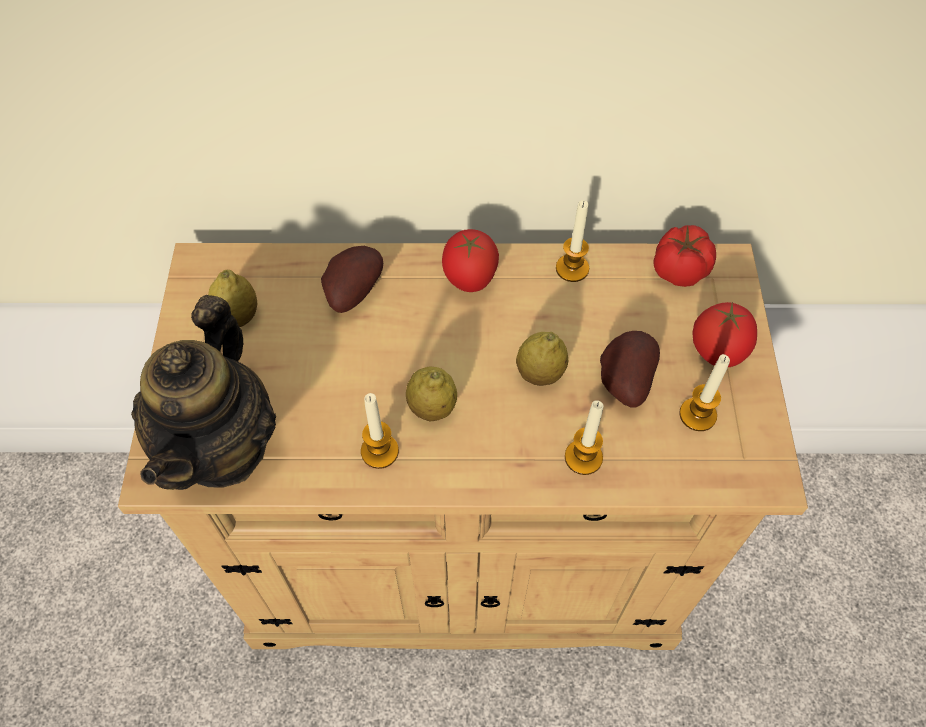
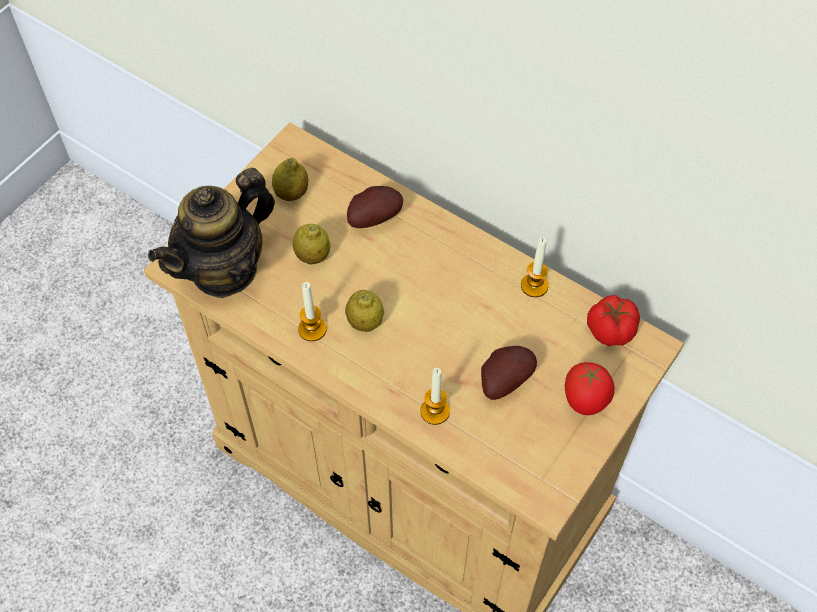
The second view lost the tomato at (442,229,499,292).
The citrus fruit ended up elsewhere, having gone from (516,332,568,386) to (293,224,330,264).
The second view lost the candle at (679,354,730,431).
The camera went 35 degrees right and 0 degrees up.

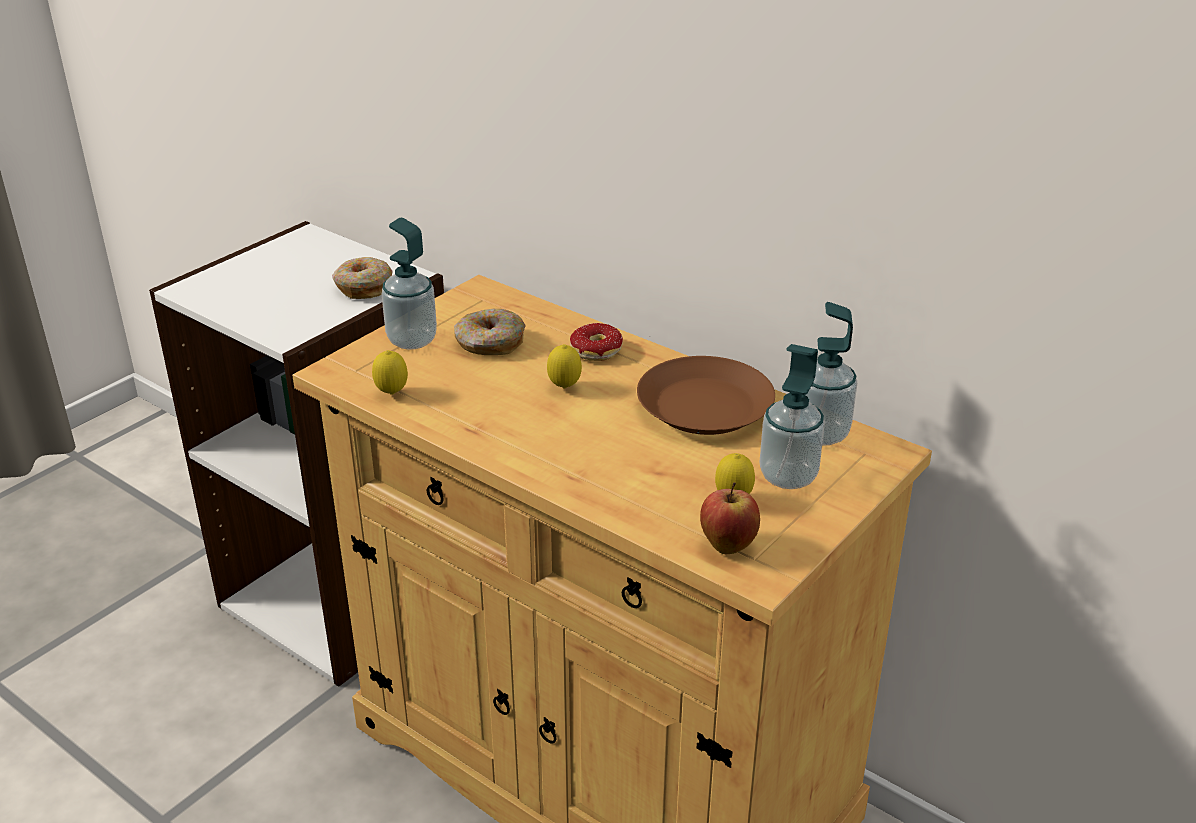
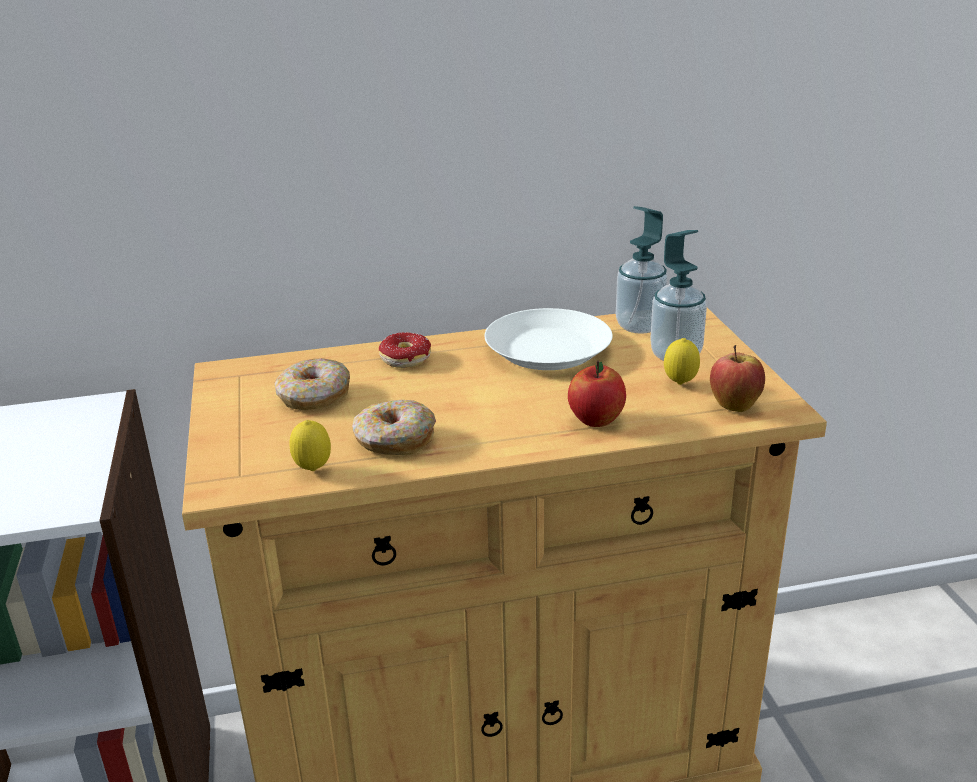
The second view lost the soap dispenser at (381,218,437,350).
The ring doughnut ended up elsewhere, having gone from (332,257,392,299) to (352,400,436,455).
The second view lost the citrus fruit at (547,344,582,389).
What was the brownish flat dish at (637,356,775,435) turned into the white-coloured flat dish at (485,308,613,370).
The second view gained the apple at (568,361,626,427).
The camera went 50 degrees left and 5 degrees down.

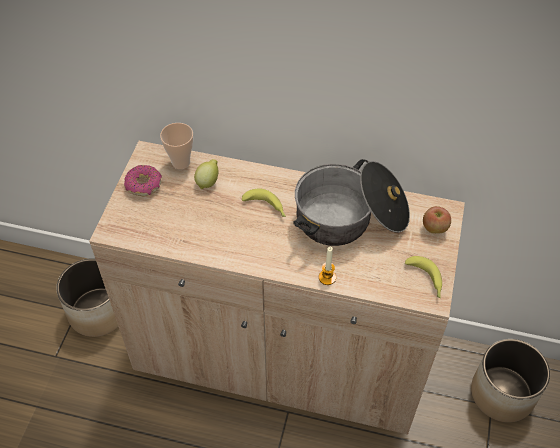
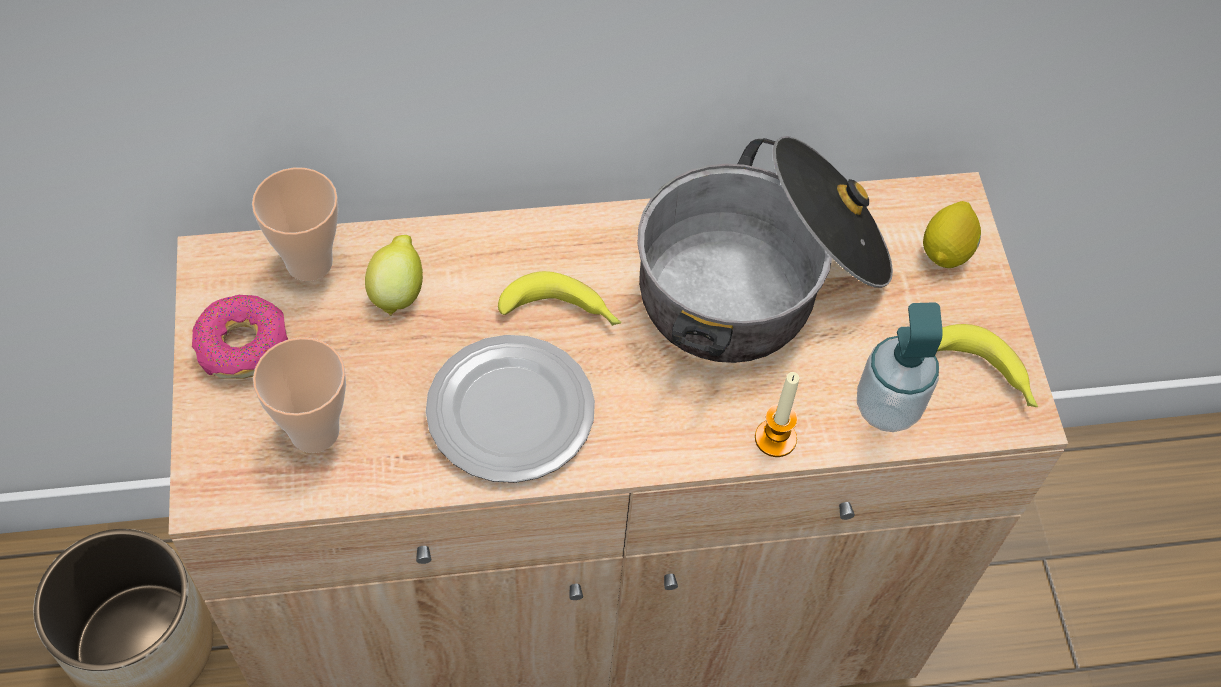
Where the apple stood at (423,206,451,234), the citrus fruit came to stand at (923,201,981,268).
The second view lost the flower pot at (471,339,550,423).
The second view gained the soap dispenser at (857,302,943,432).
The second view gained the flat dish at (426,335,595,483).
The second view gained the drinking cup at (253,337,346,453).
The camera went 25 degrees left and 5 degrees up.

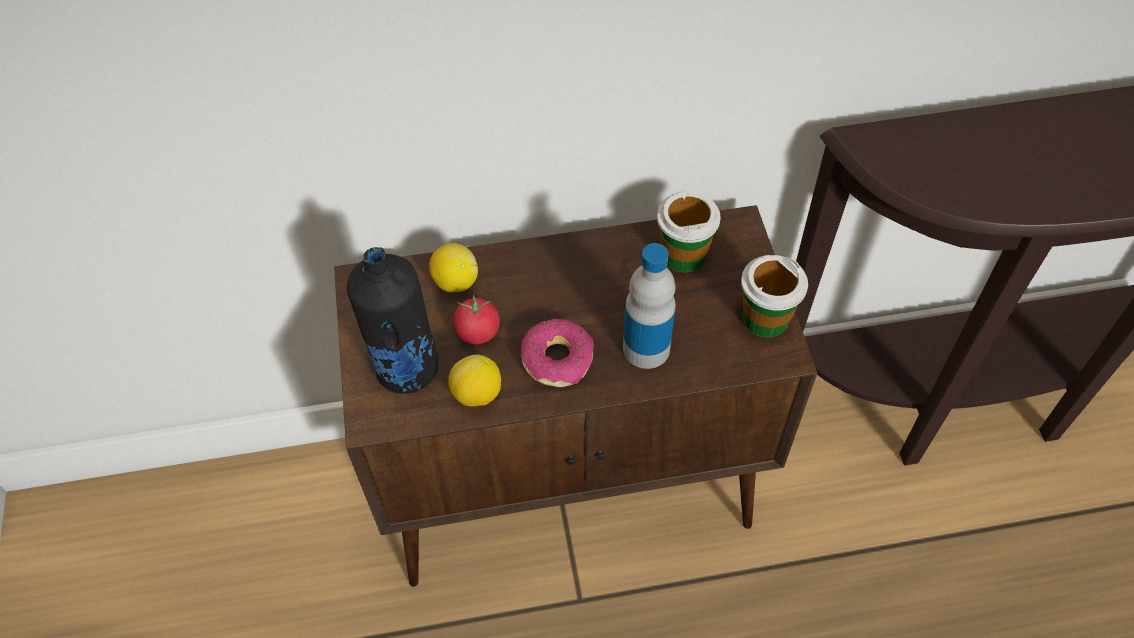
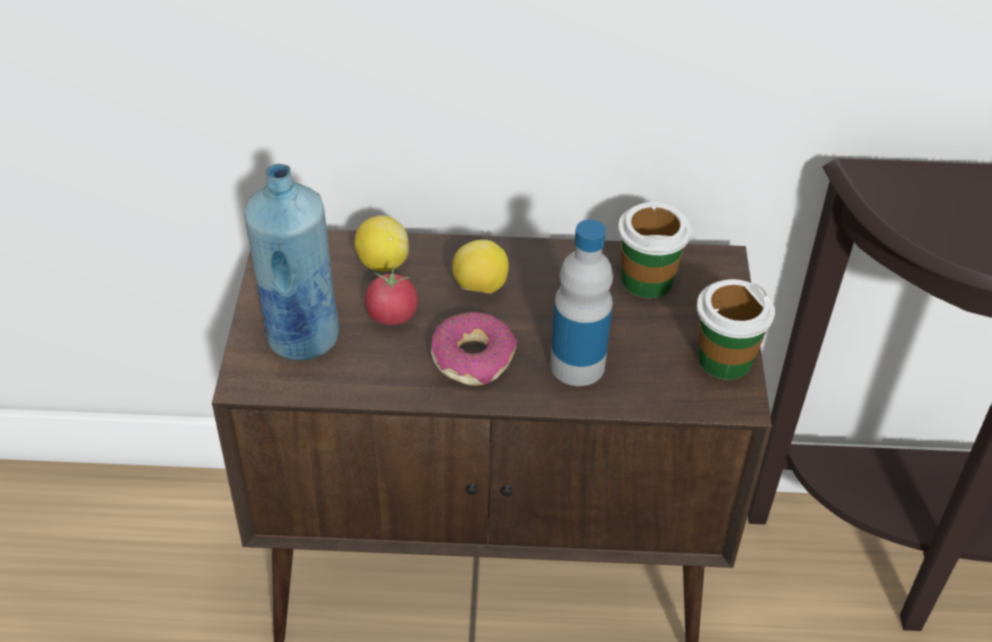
What was the black-coloured bottle at (347,247,438,394) turned into the bluish bottle at (244,164,339,361).
The citrus fruit ended up elsewhere, having gone from (448,355,501,406) to (452,240,509,294).
The camera went 10 degrees right and 10 degrees down.

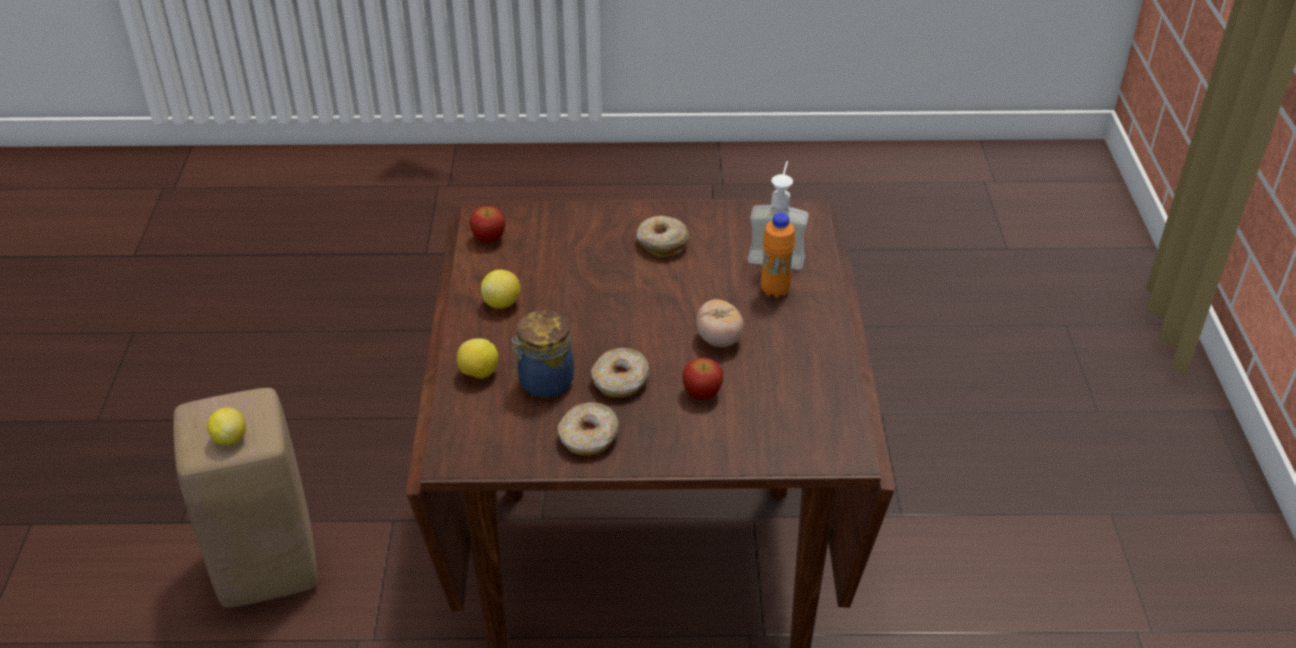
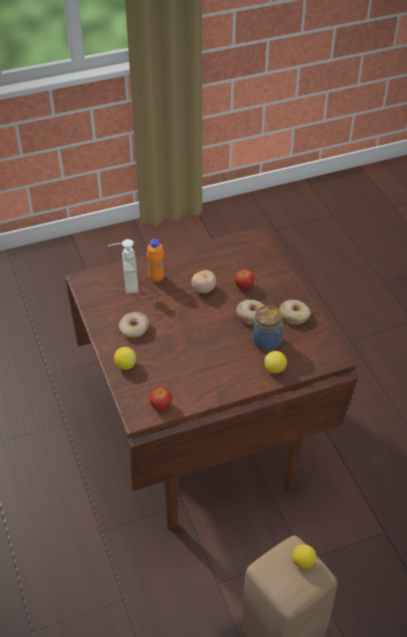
The citrus fruit ended up elsewhere, having gone from (481,270,521,309) to (114,347,136,370).
The camera went 110 degrees left and 5 degrees up.

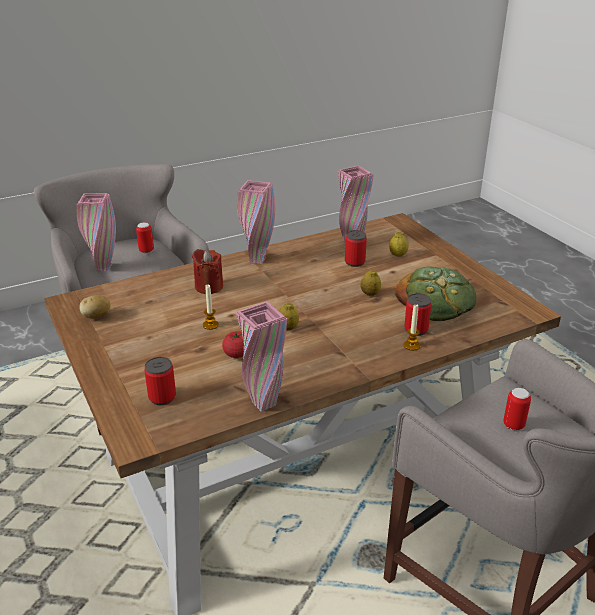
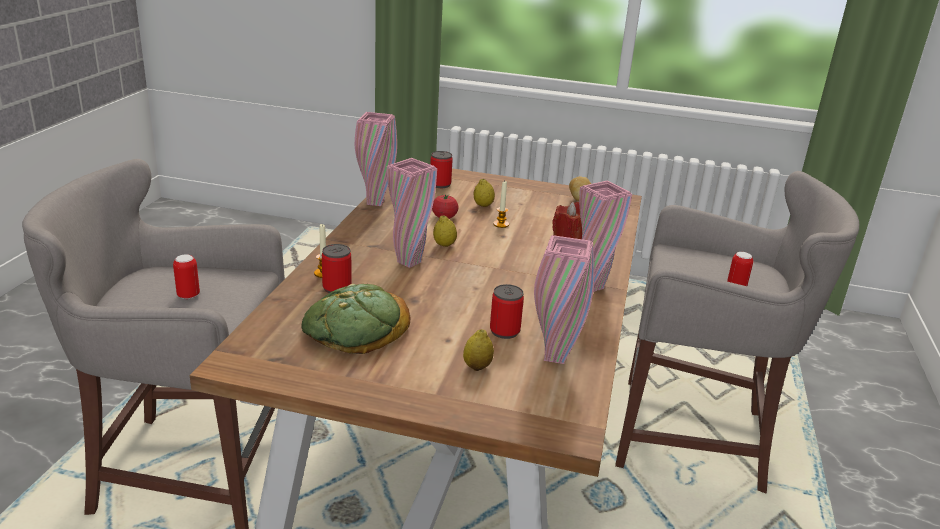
The pinkish flower vase ended up elsewhere, having gone from (76,193,116,272) to (387,158,437,268).
The citrus fruit ended up elsewhere, having gone from (361,270,381,296) to (473,179,495,207).
The camera went 130 degrees right and 5 degrees down.

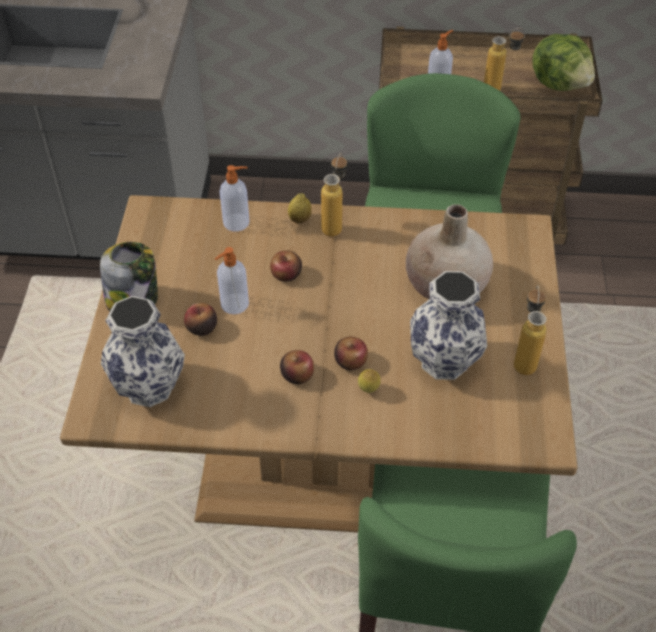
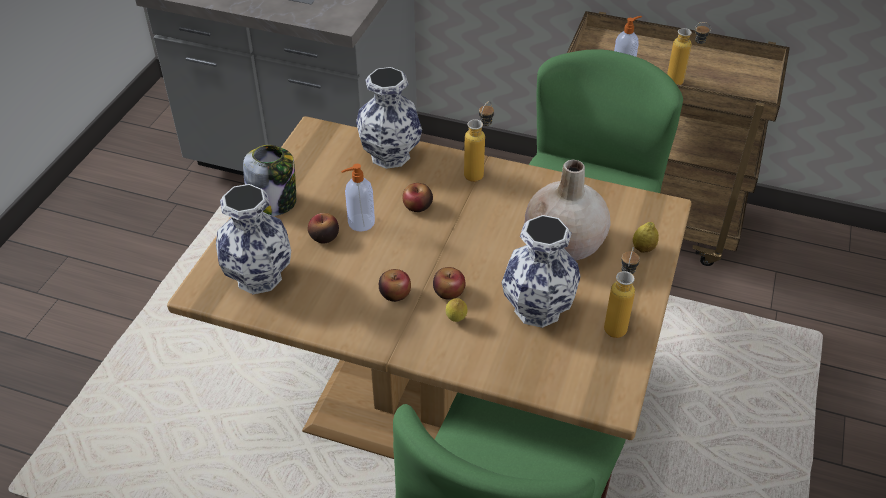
The second view lost the head of lettuce at (532,34,595,91).
Where the soap dispenser stood at (220,165,249,232), the flower vase came to stand at (356,67,422,169).
The citrus fruit ended up elsewhere, having gone from (288,193,312,224) to (633,222,659,253).
The camera went 15 degrees right and 5 degrees down.

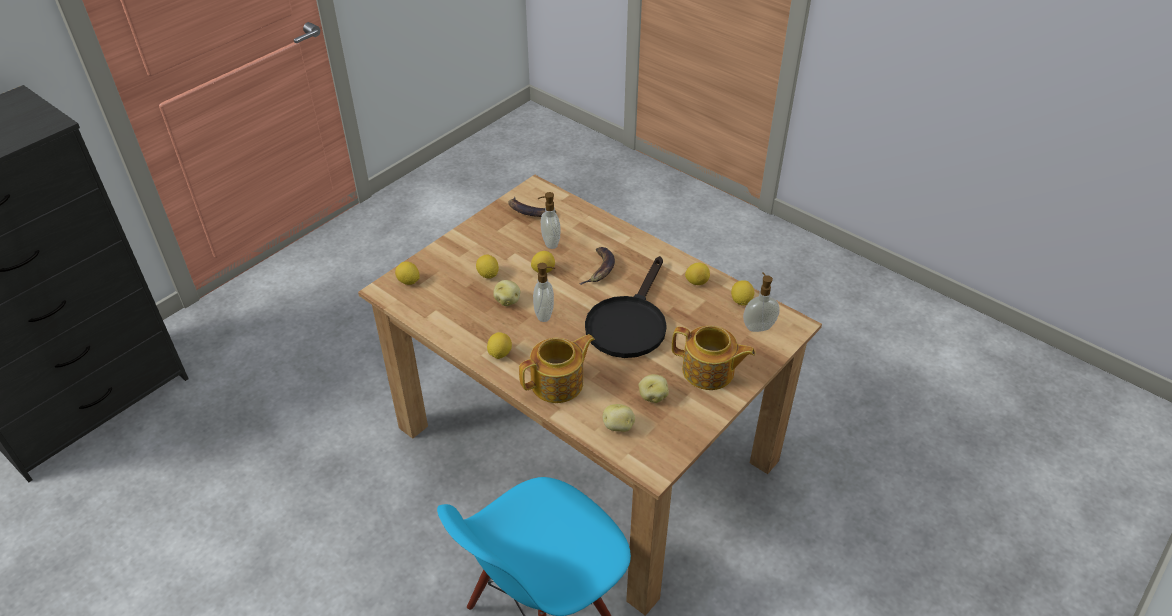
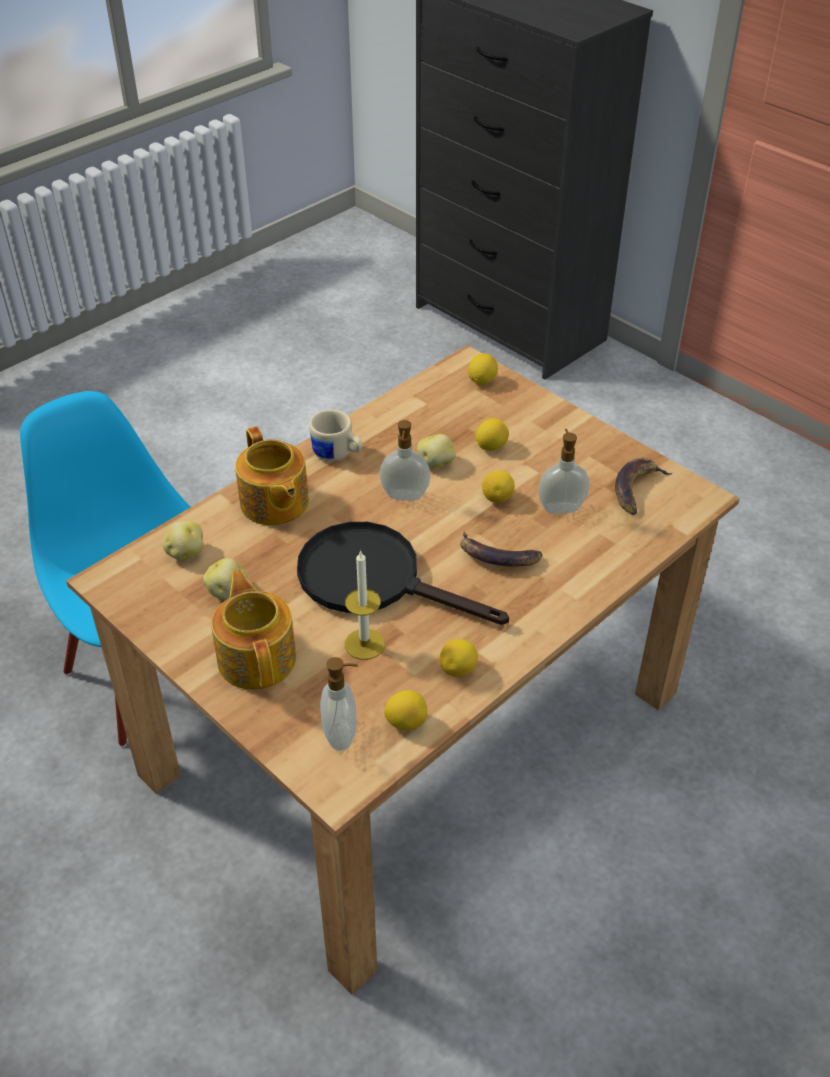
The teapot at (672,326,756,390) ended up facing another way, 135 degrees clockwise from before.
Where the citrus fruit stood at (487,332,512,359), the sand-coloured tea mug came to stand at (309,410,362,462).
The second view gained the candle at (345,550,385,660).
The camera went 95 degrees right and 0 degrees up.

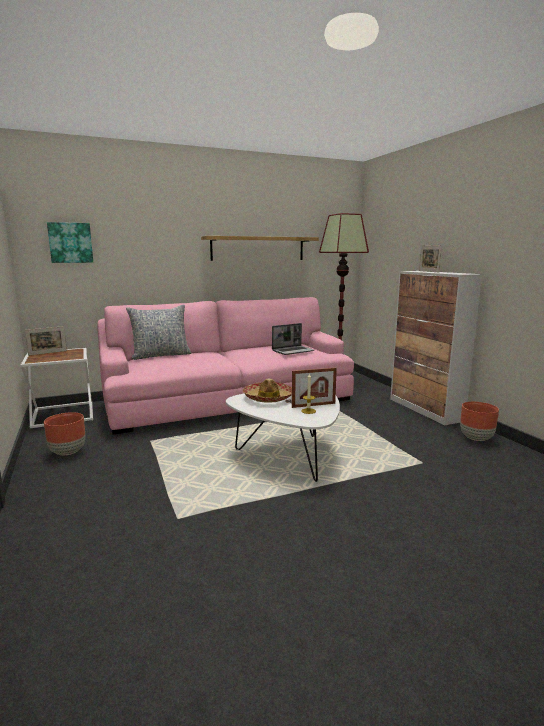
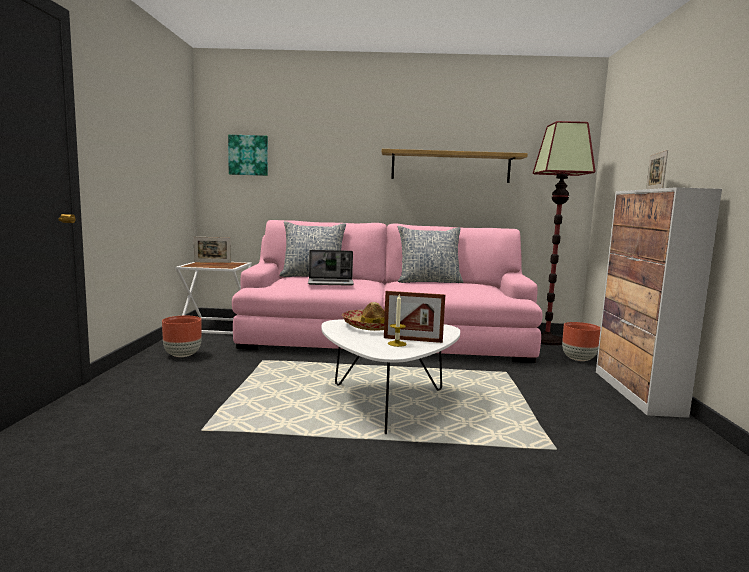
The notebook computer ended up elsewhere, having gone from (272,323,314,355) to (308,250,354,286).
The brownish flower pot ended up elsewhere, having gone from (460,402,499,441) to (562,322,601,361).
The second view gained the pillow at (398,226,463,283).
The camera went 25 degrees right and 5 degrees down.

